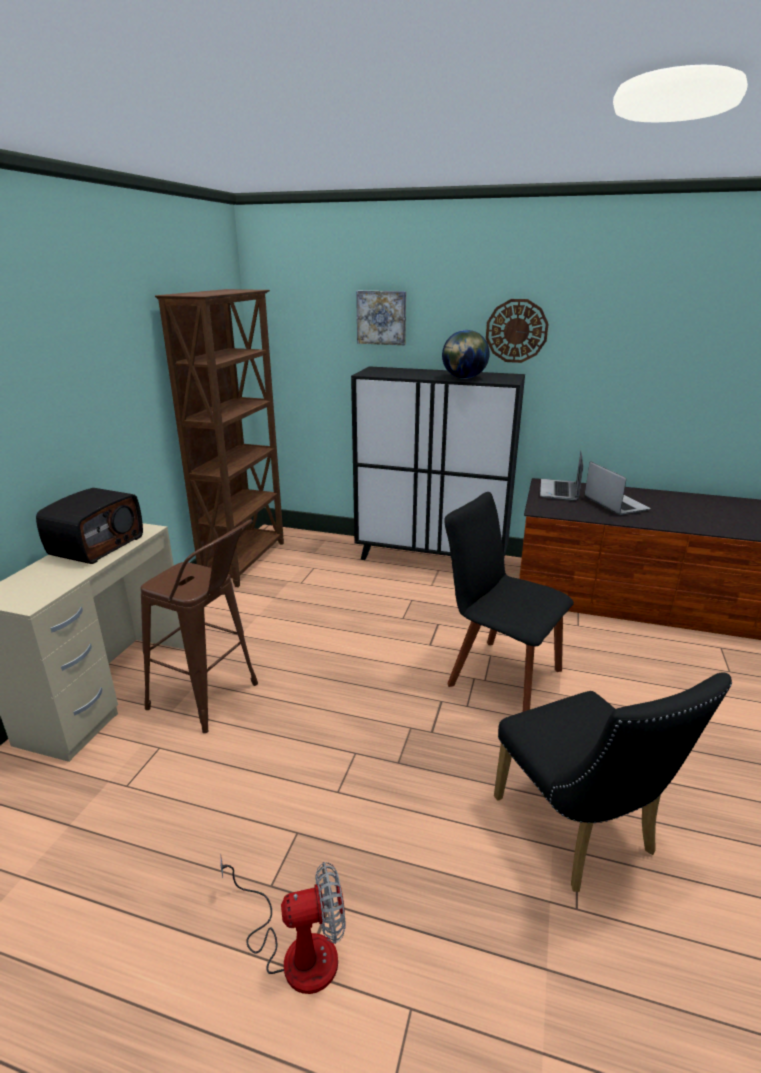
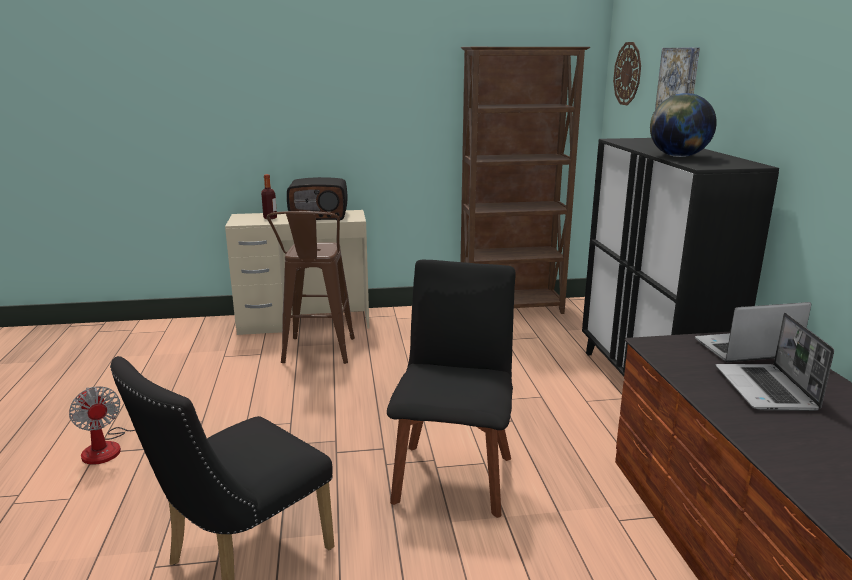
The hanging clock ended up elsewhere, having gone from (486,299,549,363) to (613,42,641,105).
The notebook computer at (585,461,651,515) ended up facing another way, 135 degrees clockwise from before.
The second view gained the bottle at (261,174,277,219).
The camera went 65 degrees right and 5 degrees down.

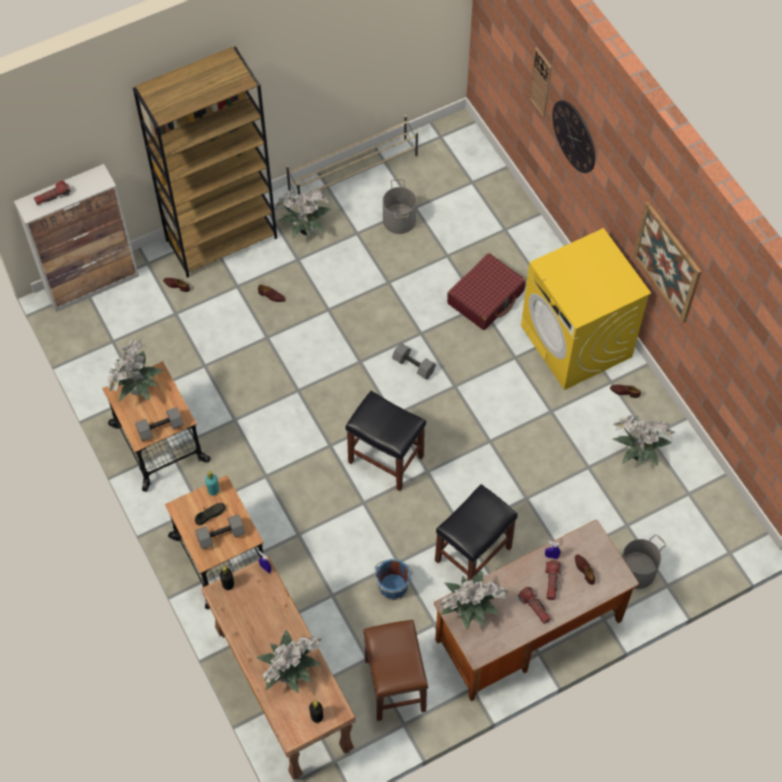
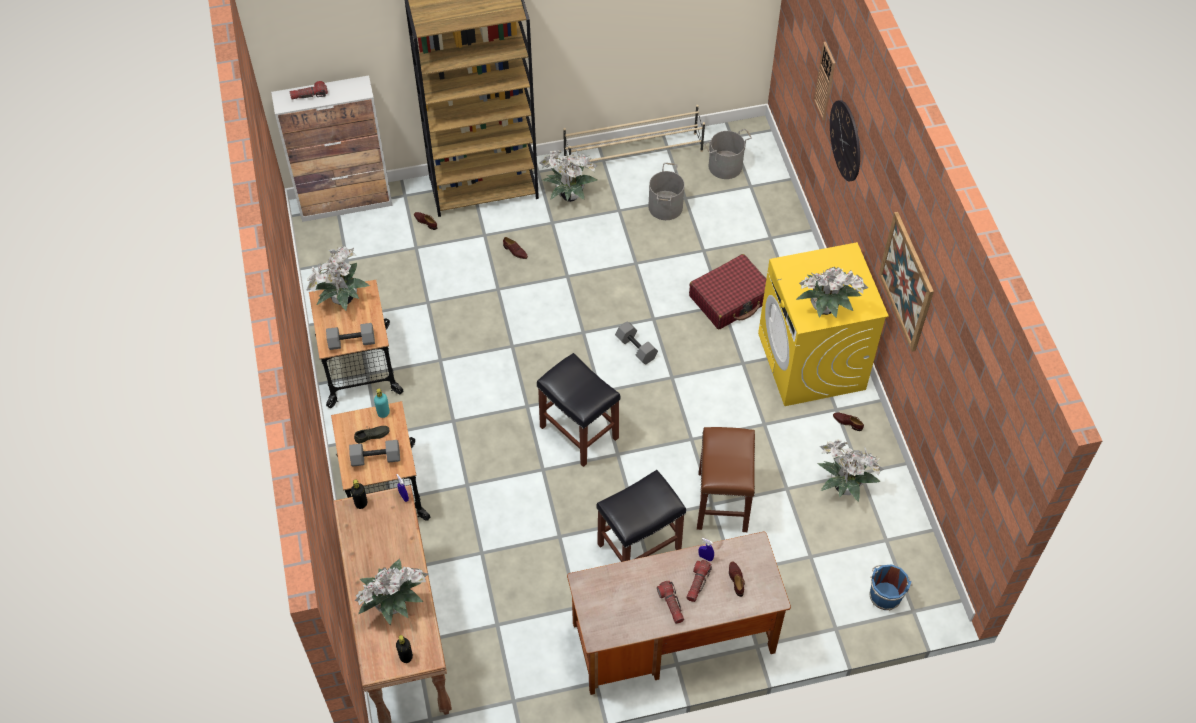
The greyish water bucket ended up elsewhere, having gone from (622,534,666,589) to (704,129,752,179).
The bluish water bucket ended up elsewhere, having gone from (375,559,413,600) to (870,564,913,611).
The houseplant ended up elsewhere, having gone from (440,570,509,631) to (796,267,868,318).
The brownish stool seat ended up elsewhere, having gone from (363,620,428,721) to (697,427,755,532).
The camera went 15 degrees right and 5 degrees down.

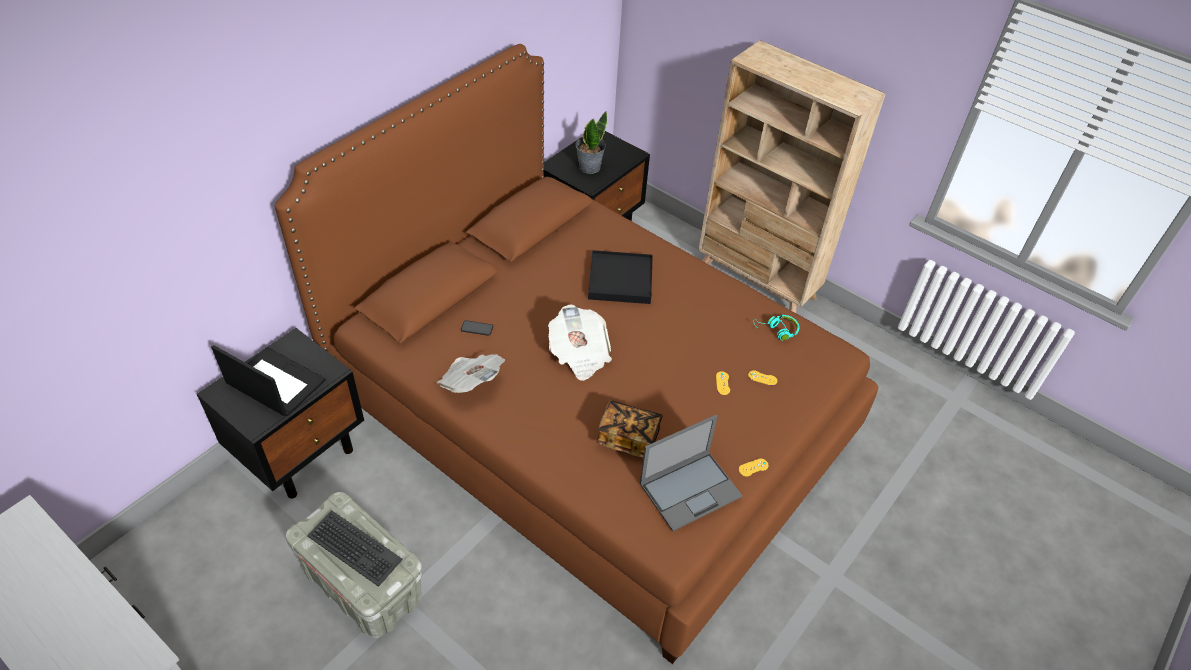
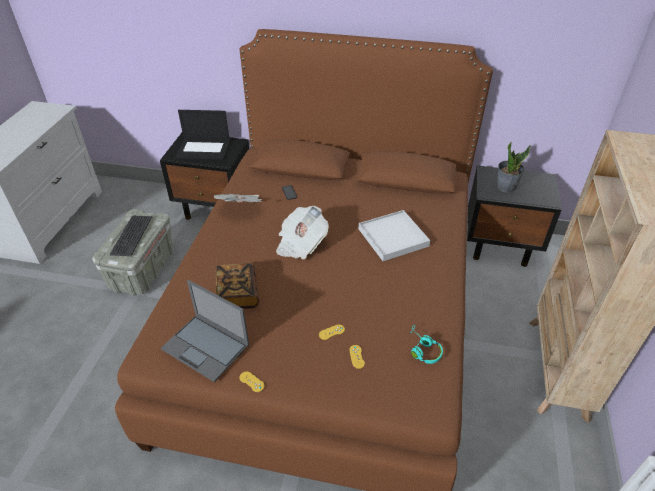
What was the black-coloured carrying tray at (588,250,653,304) turned into the white-coloured carrying tray at (359,210,430,261).
The notebook computer at (211,345,326,416) ended up facing another way, 90 degrees clockwise from before.
The camera went 65 degrees right and 5 degrees down.

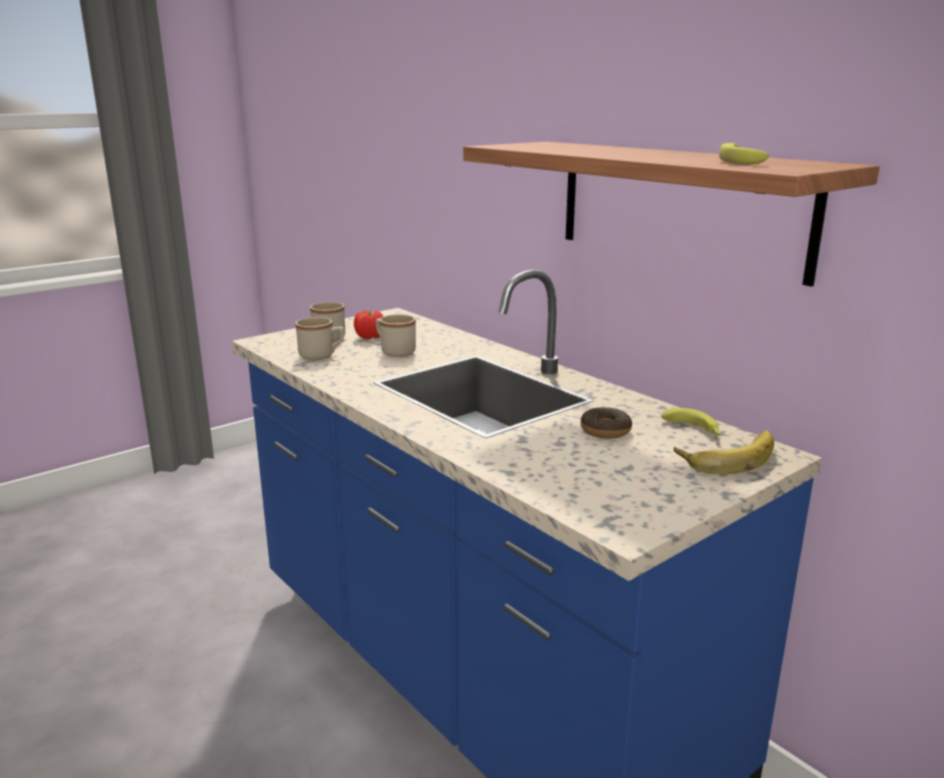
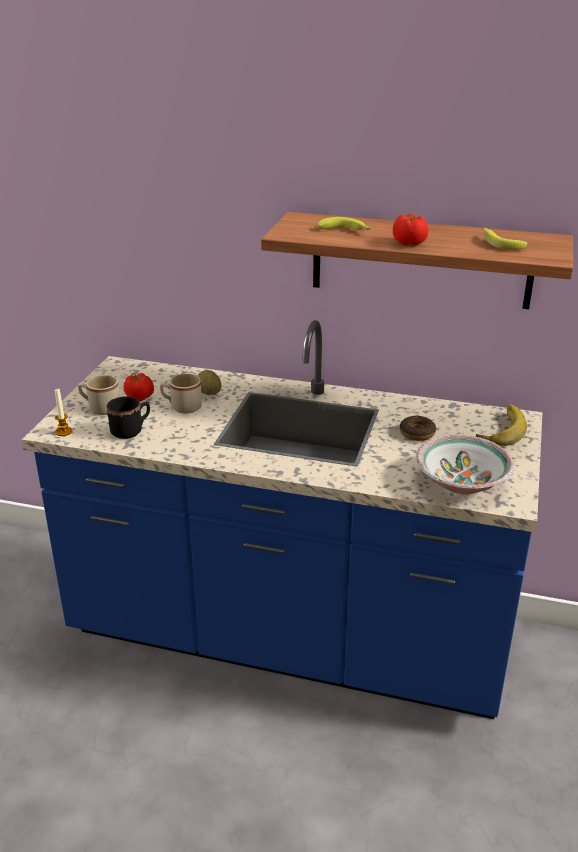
What was the sand-coloured tea mug at (295,317,344,360) turned into the black-coloured tea mug at (107,397,150,439).
The banana ended up elsewhere, having gone from (661,408,721,436) to (318,217,371,230).
The second view gained the tomato at (393,214,428,246).
The second view gained the whole potato at (197,370,221,395).
The second view gained the candle at (55,388,72,436).
The second view gained the serving bowl at (416,435,514,494).
The camera went 35 degrees left and 10 degrees up.

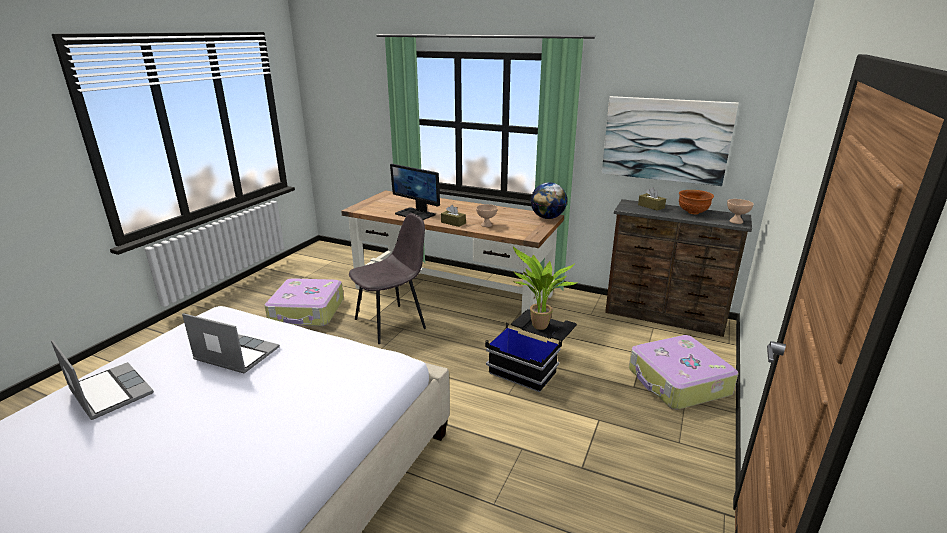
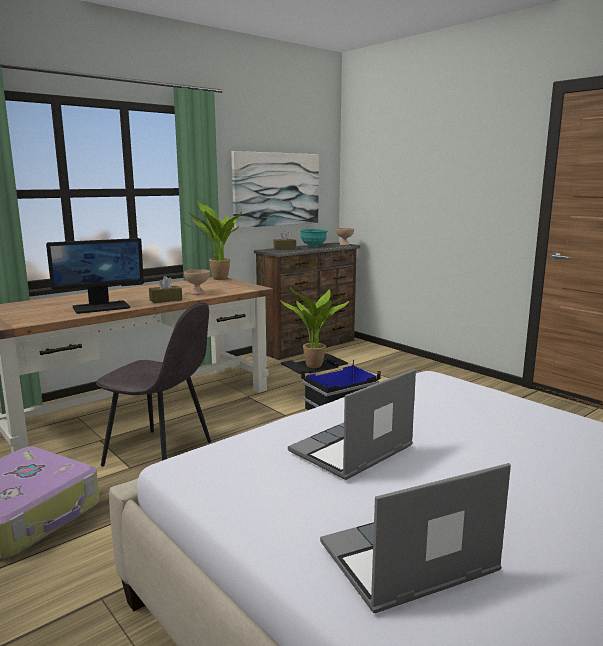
Where the desk globe stood at (531,182,567,219), the houseplant came to stand at (186,200,242,280).
What was the brownish serving bowl at (679,190,714,214) turned into the turquoise-coloured serving bowl at (300,229,328,247).
The greyish chair at (349,213,426,344) ended up facing another way, 120 degrees clockwise from before.
The second view lost the travel case at (629,335,739,410).
The camera went 65 degrees left and 10 degrees down.

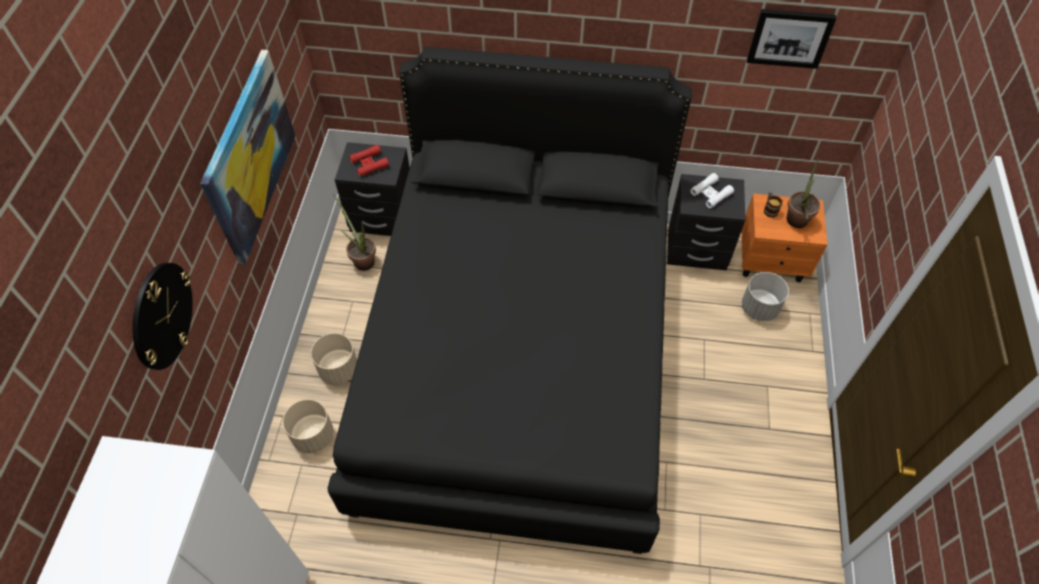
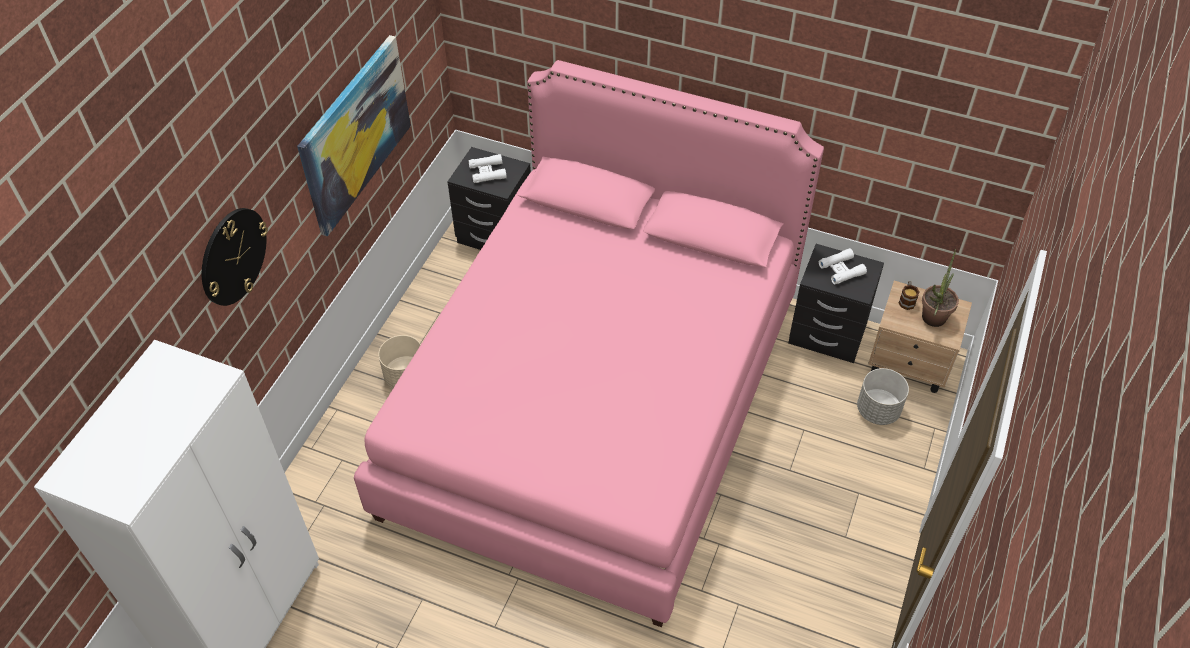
The second view lost the wall picture at (747,9,837,69).
What was the black-coloured bed at (328,47,692,554) turned into the pinkish bed at (354,60,824,627).
What was the red binoculars at (349,144,389,176) turned into the white-coloured binoculars at (468,154,507,183).
What was the orange bedside table at (741,193,828,282) turned into the sand-coloured bedside table at (868,281,972,393).
The second view lost the houseplant at (333,194,376,271).
The second view lost the sand-coloured flower pot at (283,399,333,453).
The camera went 15 degrees right and 5 degrees down.

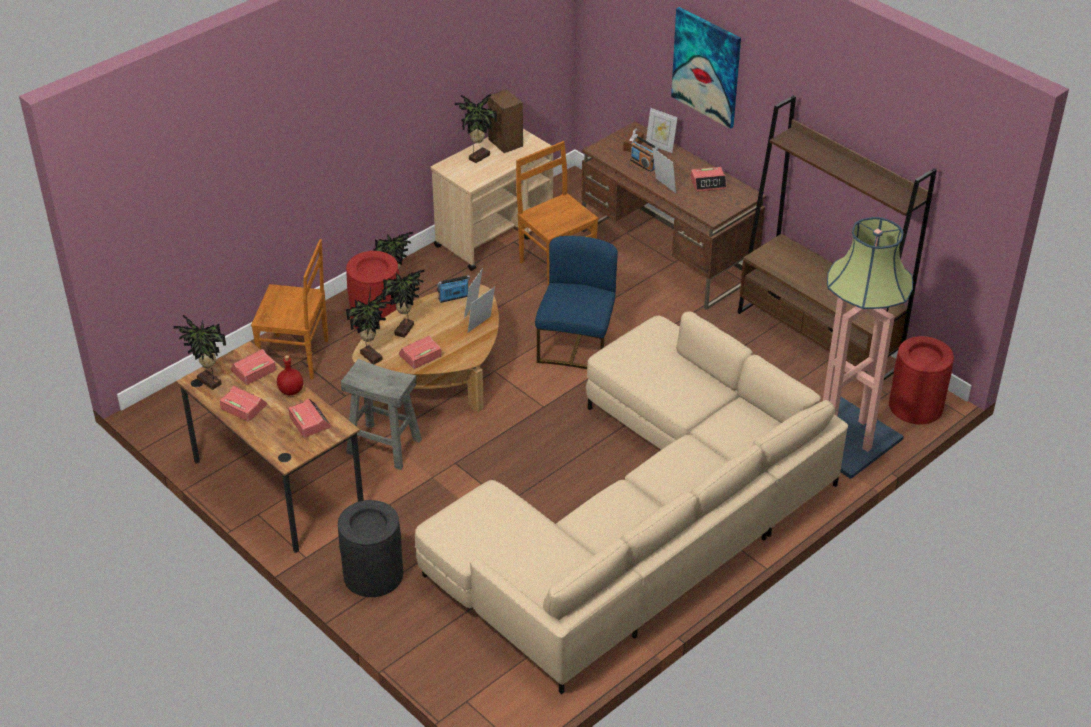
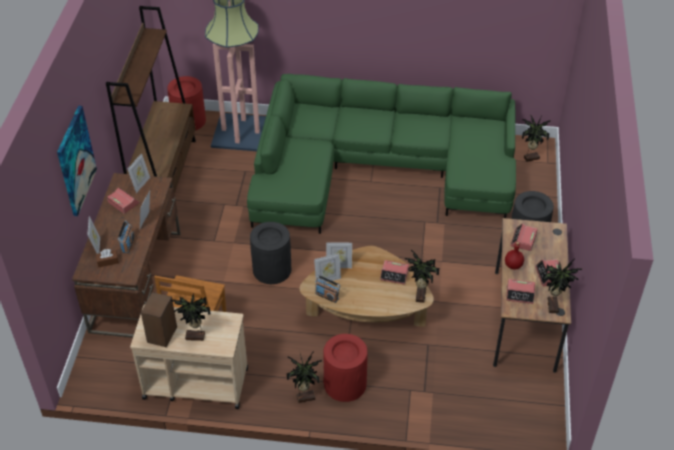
Where the bluish chair stood at (535,236,618,369), the black-coloured waste bin came to stand at (250,222,291,284).
The second view lost the brownish chair at (251,239,328,379).
The houseplant ended up elsewhere, having gone from (382,270,424,338) to (522,114,551,162).
What was the sand-coloured sofa at (415,311,848,694) turned into the greenish sofa at (247,74,516,234).
The second view lost the greyish stool seat at (341,359,422,470).
The second view gained the standing frame at (128,153,150,193).
The camera went 130 degrees left and 5 degrees up.

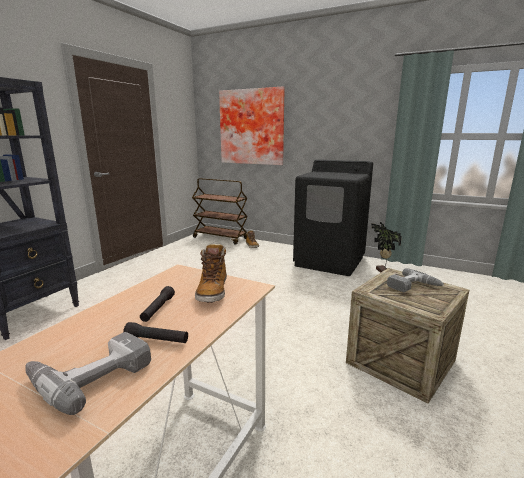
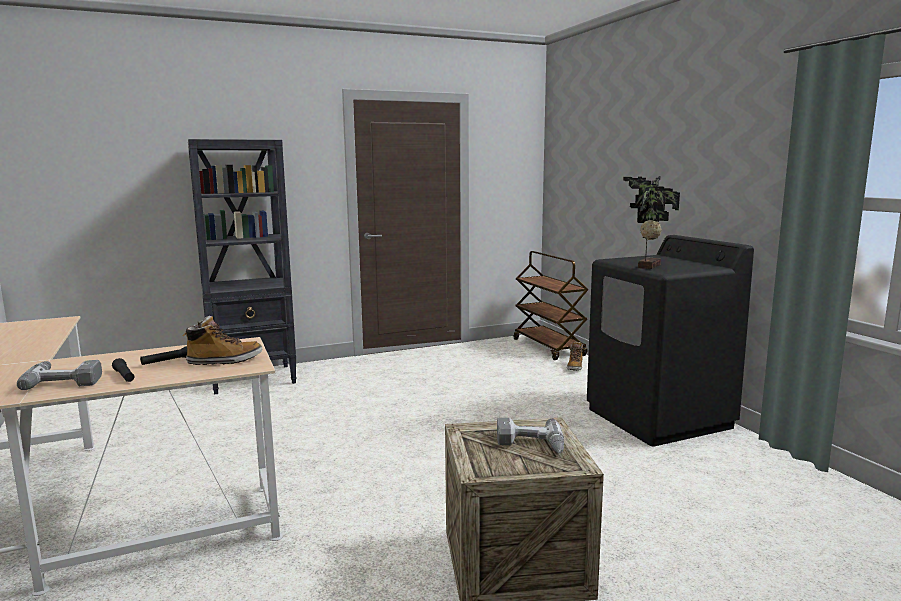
The second view lost the wall picture at (219,87,285,165).
The houseplant ended up elsewhere, having gone from (371,222,402,273) to (623,176,680,269).
The boot at (195,243,227,303) ended up facing another way, 150 degrees counterclockwise from before.
The camera went 40 degrees right and 5 degrees down.

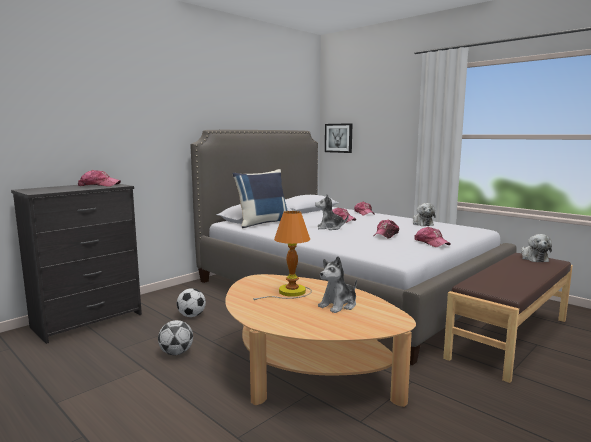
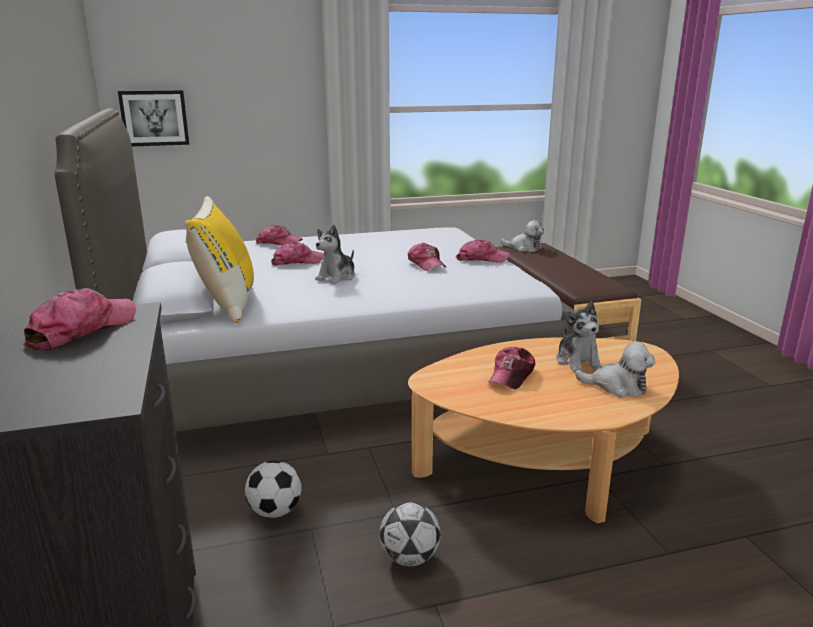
What was the bluish pillow at (232,169,288,228) turned into the yellow pillow at (185,196,254,323).
The plush toy ended up elsewhere, having gone from (413,203,436,226) to (575,342,655,397).
Where the tabletop lamp stood at (253,211,312,300), the baseball cap came to stand at (489,347,535,389).
The camera went 60 degrees left and 10 degrees up.

